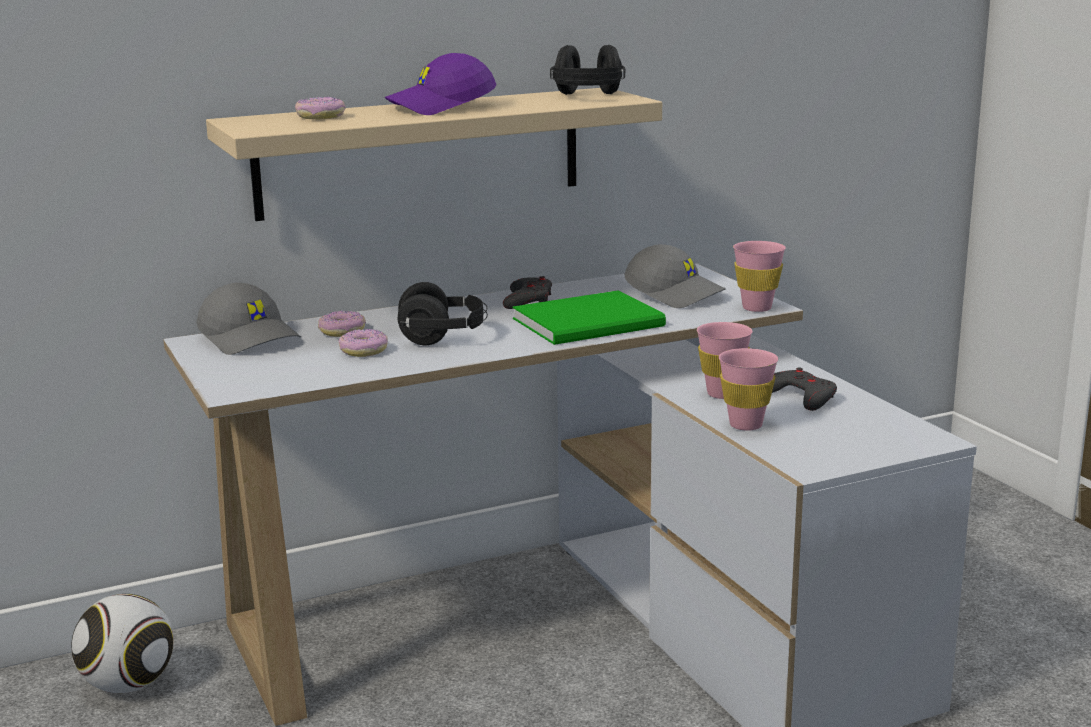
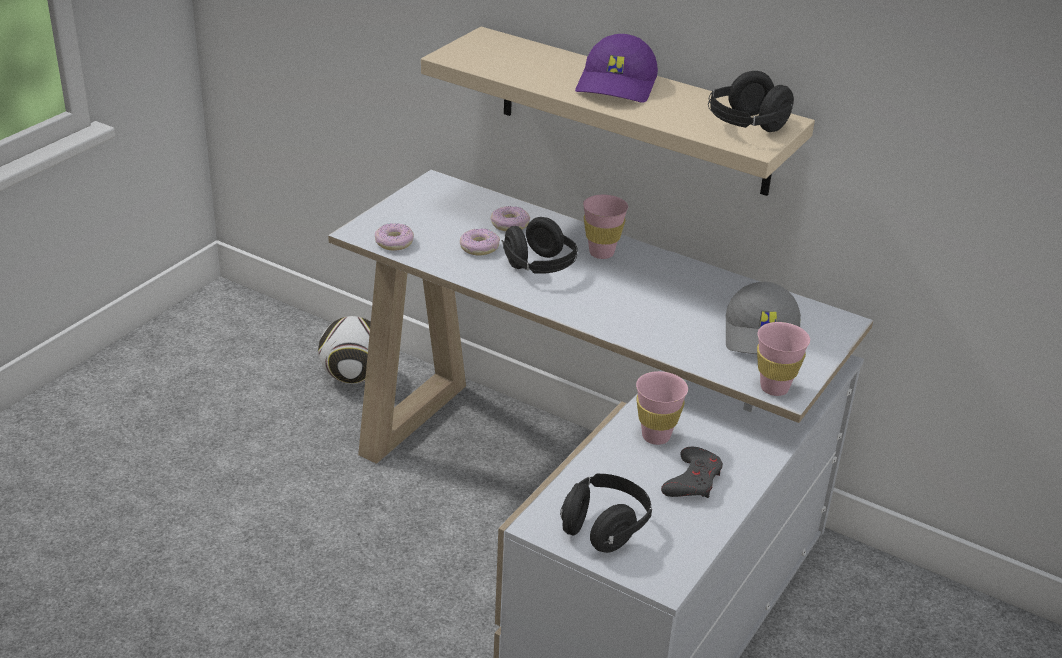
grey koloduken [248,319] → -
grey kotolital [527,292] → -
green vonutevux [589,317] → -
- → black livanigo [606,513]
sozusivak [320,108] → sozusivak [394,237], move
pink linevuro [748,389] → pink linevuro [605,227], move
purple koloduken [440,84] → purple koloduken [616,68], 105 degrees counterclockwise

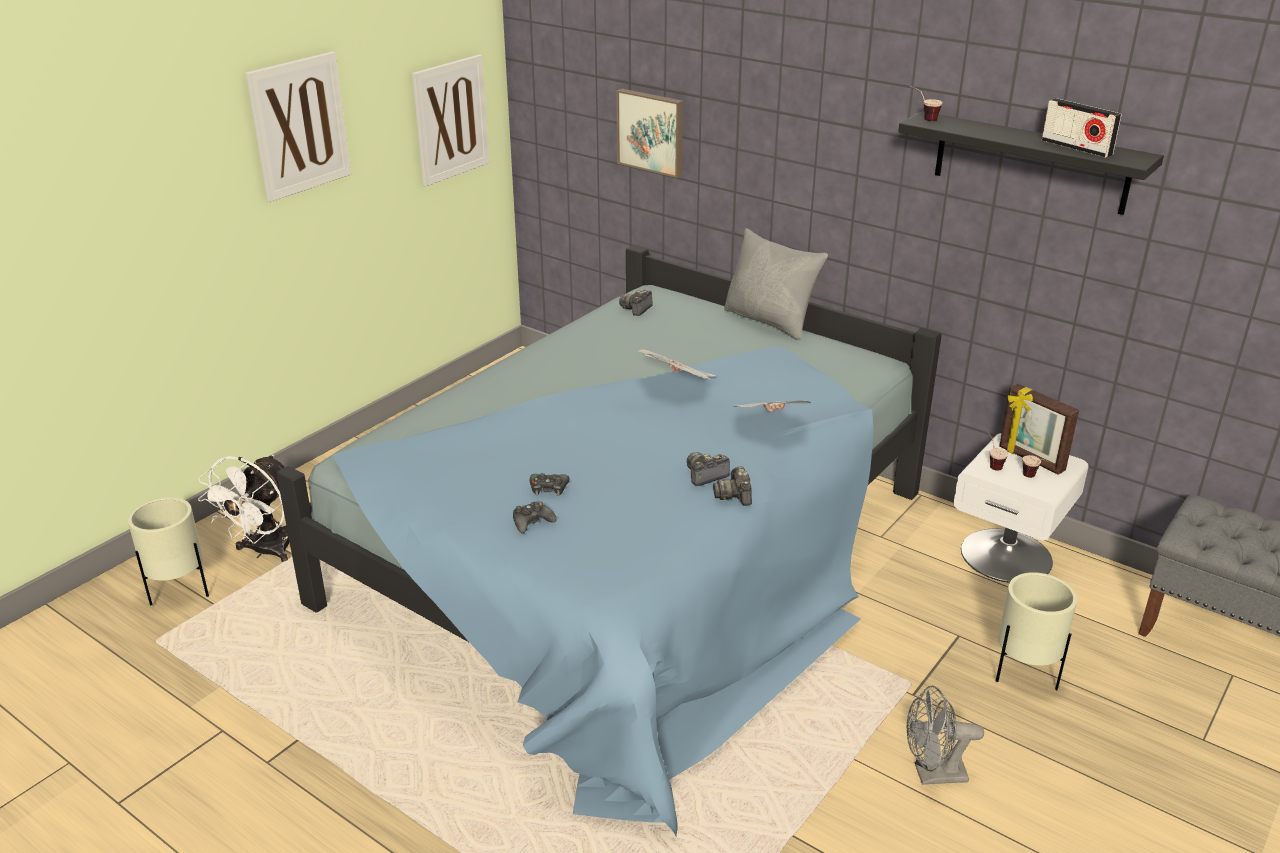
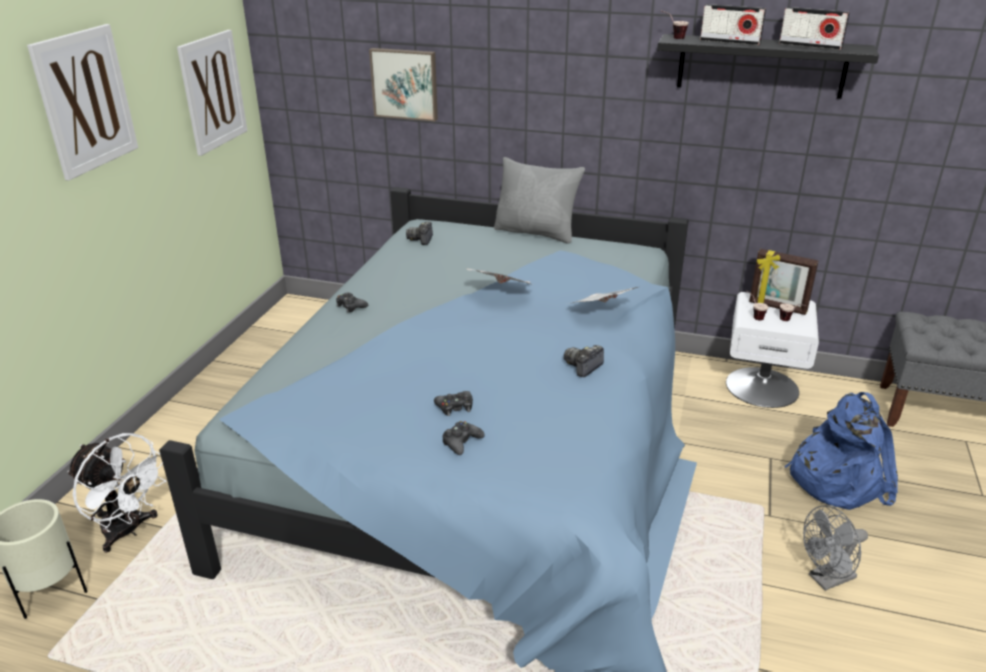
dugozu [732,486] → -
- → black kotolital [352,302]
- → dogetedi [733,24]
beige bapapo [1036,631] → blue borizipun [841,451]
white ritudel [243,508] → white ritudel [116,493], 60 degrees counterclockwise

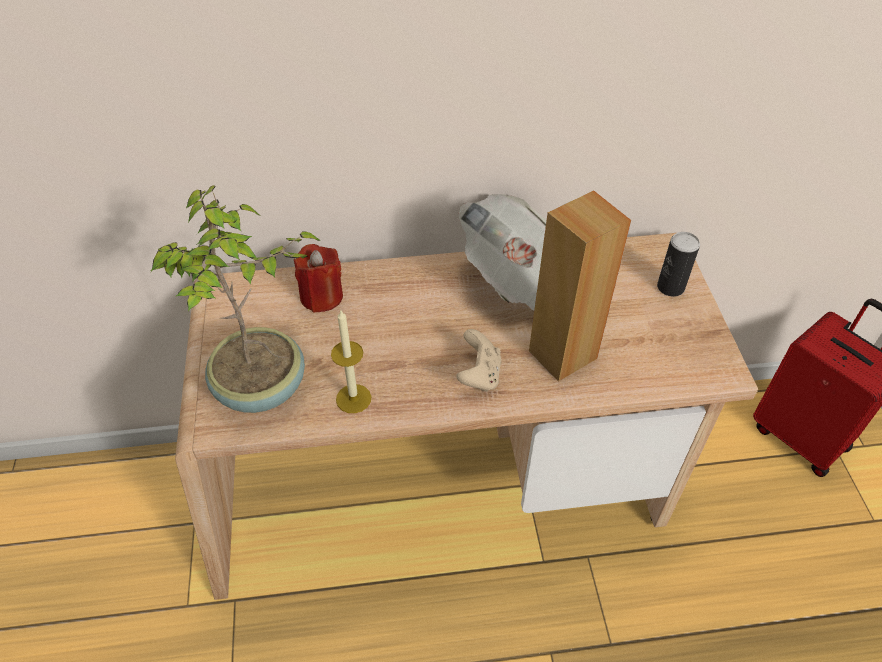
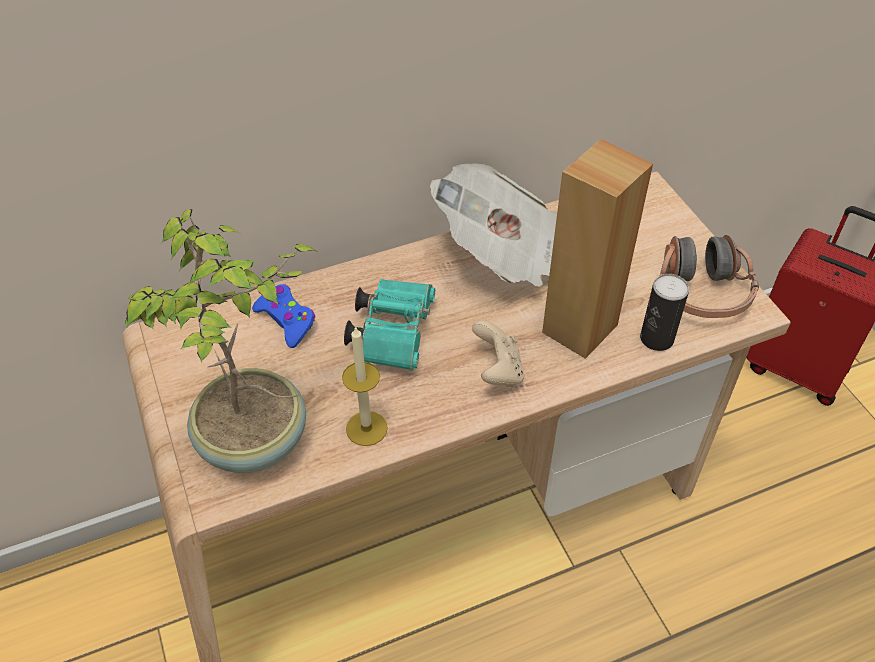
- → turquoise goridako [389,324]
- → livanigo [709,276]
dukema [678,264] → dukema [664,312], move
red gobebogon [318,278] → blue kotolital [283,316]

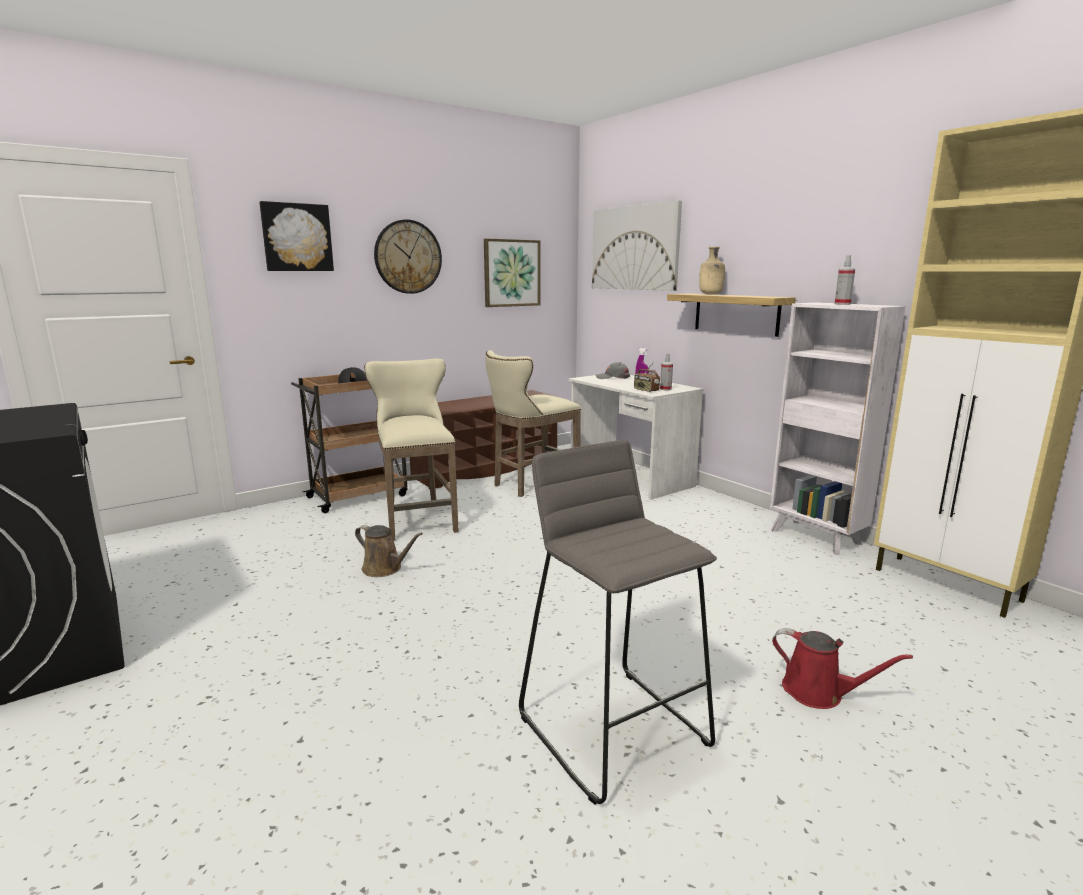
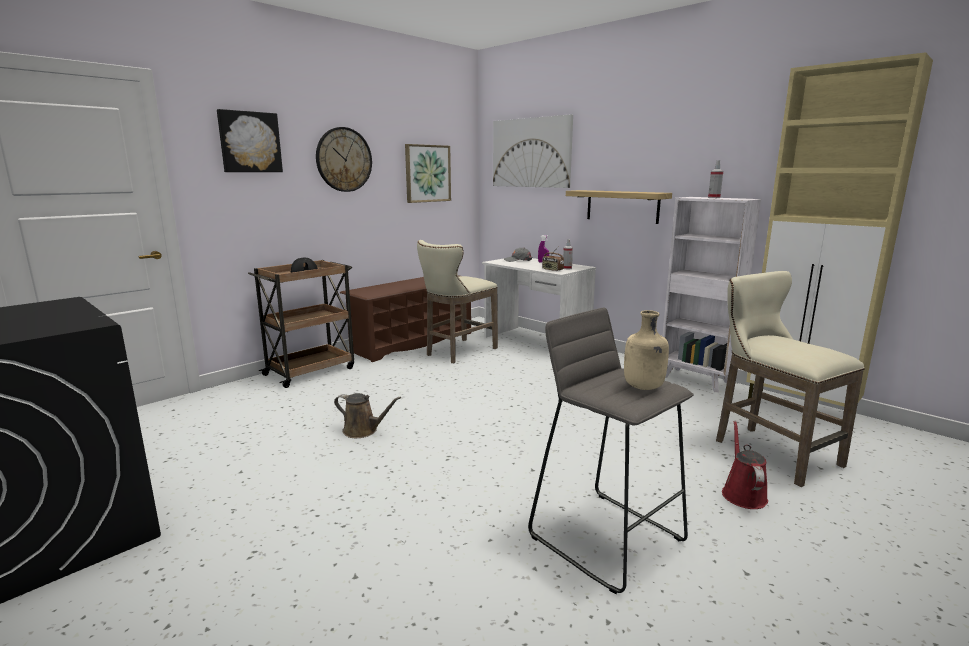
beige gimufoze [411,450] → beige gimufoze [790,379], move
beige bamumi [712,271] → beige bamumi [646,350], move
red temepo [842,668] → red temepo [745,465], 105 degrees counterclockwise

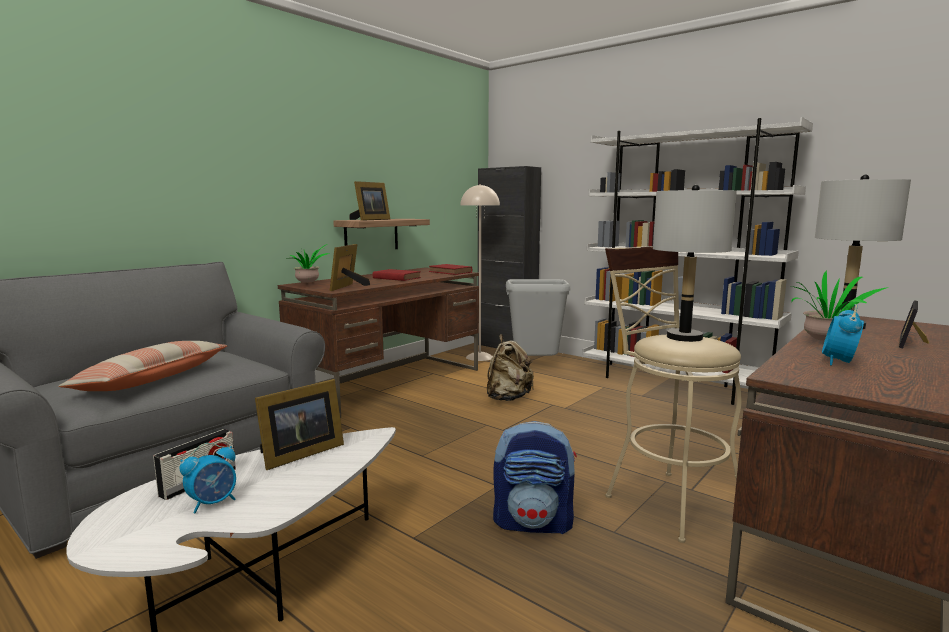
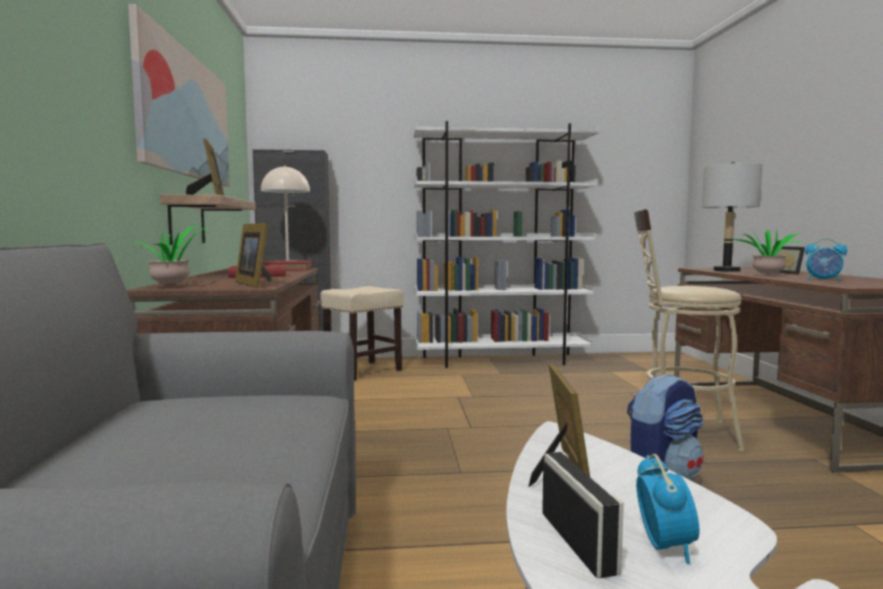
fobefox [143,366] → -
beige borizipun [510,367] → -
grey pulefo [695,263] → -
- → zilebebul [179,95]
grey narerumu [538,317] → beige gimufoze [362,333]
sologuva [843,334] → sologuva [826,259], 45 degrees counterclockwise

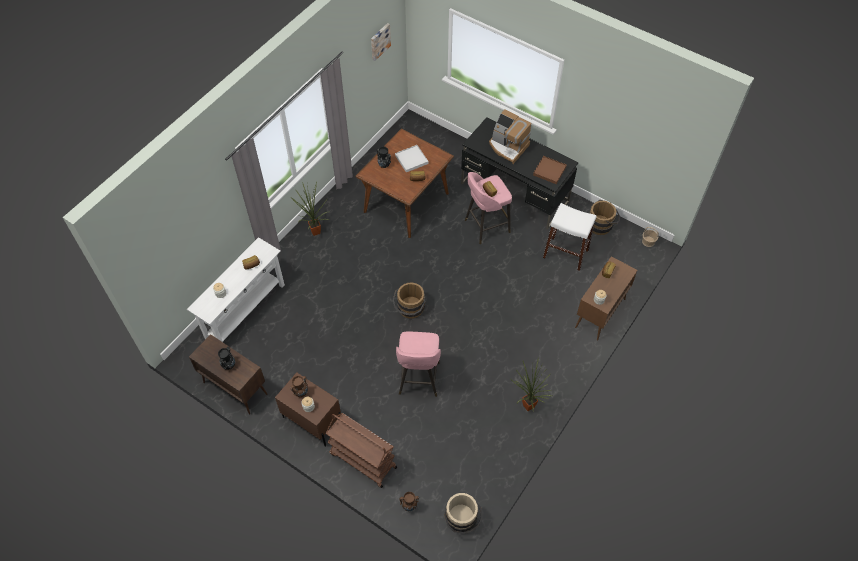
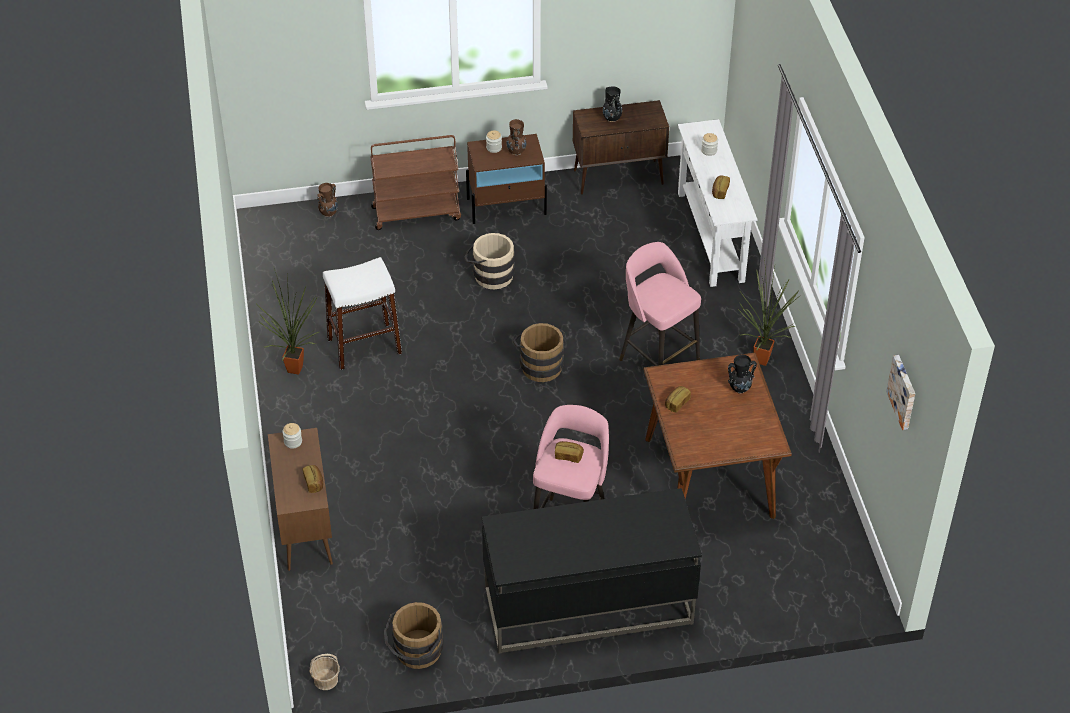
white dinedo [411,158] → -
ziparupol [510,137] → -
brown dinedo [550,170] → -
pink gimufoze [418,364] → pink gimufoze [660,304], move
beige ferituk [463,513] → beige ferituk [489,261], move
white gimufoze [570,237] → white gimufoze [362,313], move

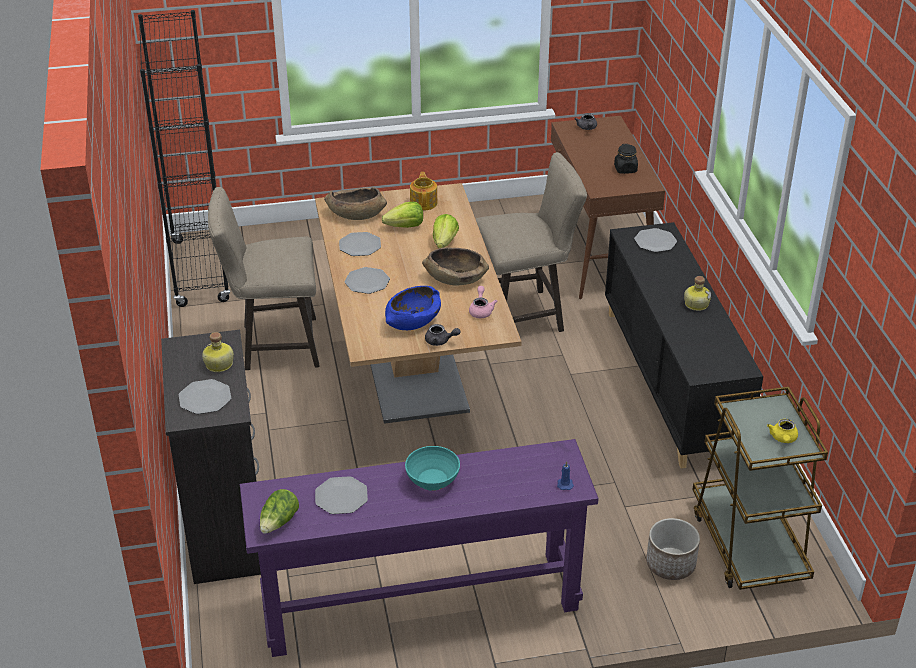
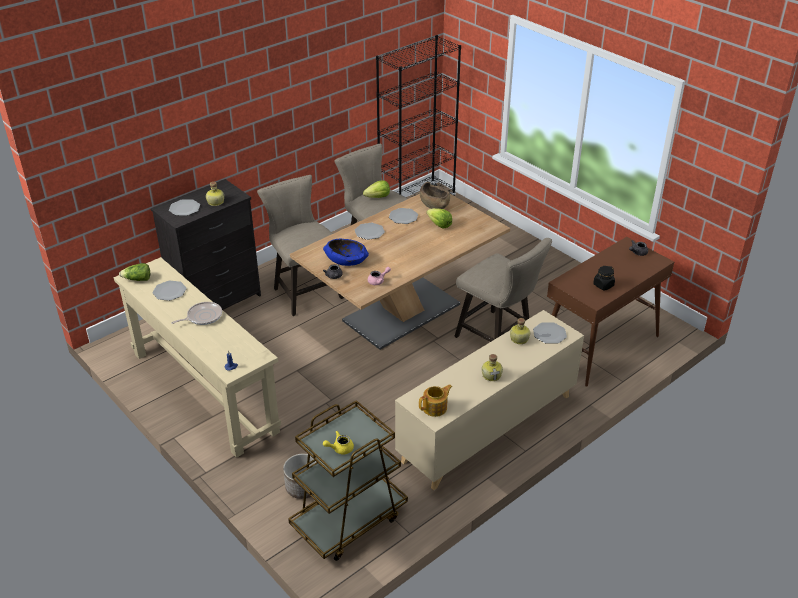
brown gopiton [455,266] → -
- → beige gimufoze [300,245]
- → bamumi [520,331]
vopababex [423,191] → vopababex [435,400], move
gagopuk [446,231] → gagopuk [376,189], move
turquoise gopiton [432,468] → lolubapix [196,313]
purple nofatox [419,548] → beige nofatox [197,357]
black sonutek [684,345] → beige sonutek [489,400]

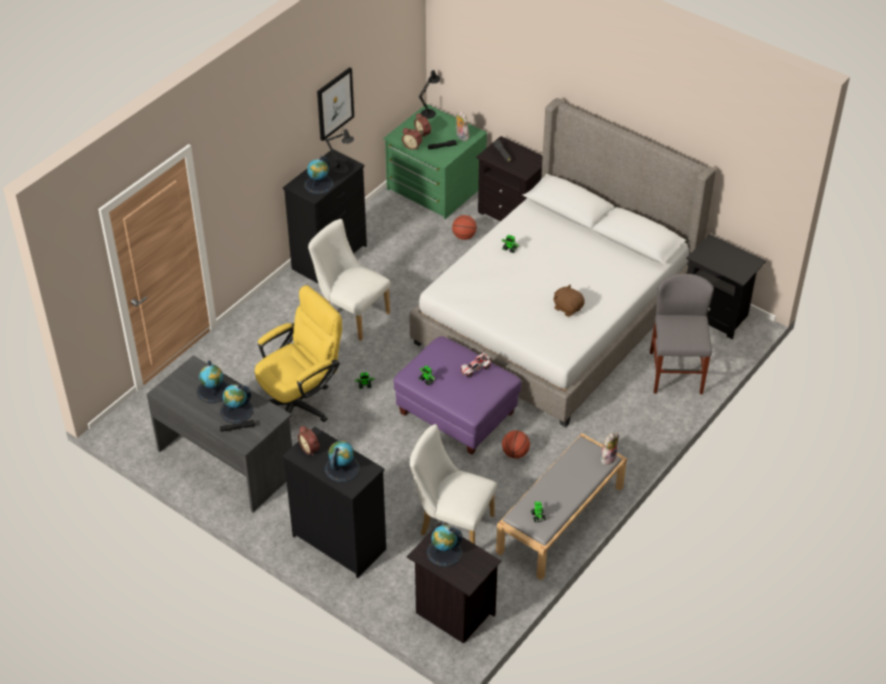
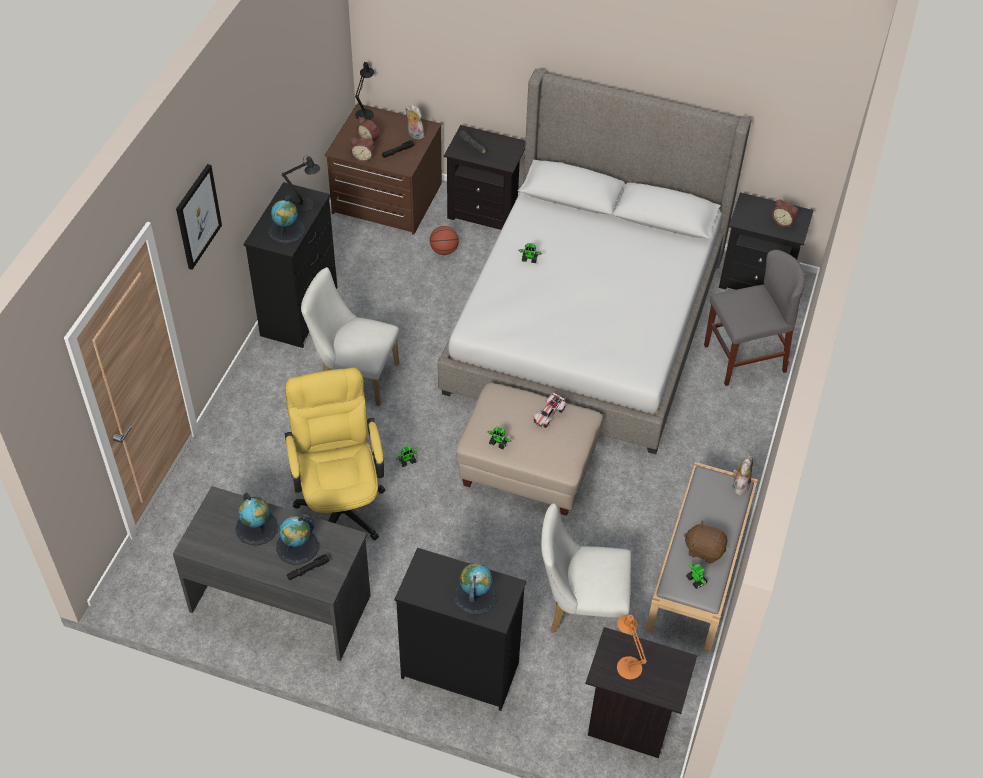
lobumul [516,444] → -
sologuva [309,441] → sologuva [785,213], move
zilebebul [335,104] → zilebebul [199,217], move
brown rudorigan [569,300] → brown rudorigan [706,541], move
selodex [444,546] → orange pulefo [632,647]
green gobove [435,161] → brown gobove [383,169]
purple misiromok [457,395] → beige misiromok [529,449]
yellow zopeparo [298,353] → yellow zopeparo [334,453], 45 degrees counterclockwise
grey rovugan [682,334] → grey rovugan [754,318], 90 degrees clockwise

